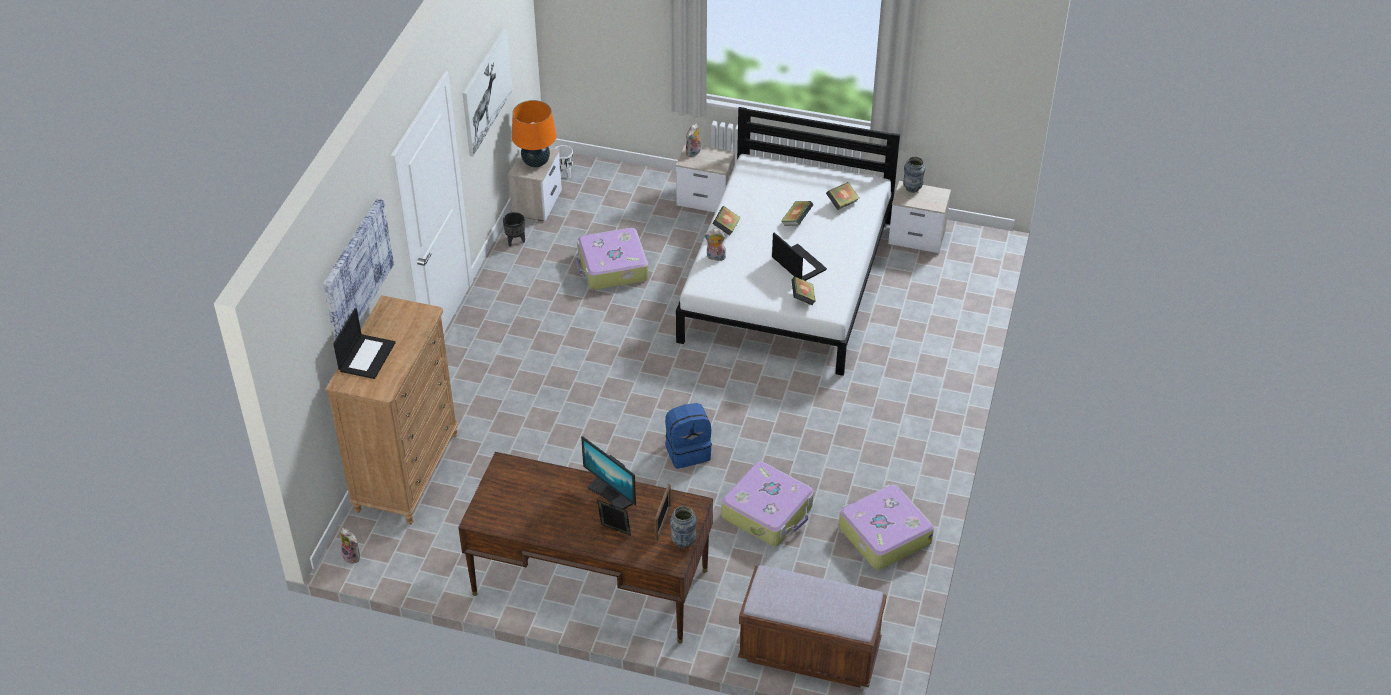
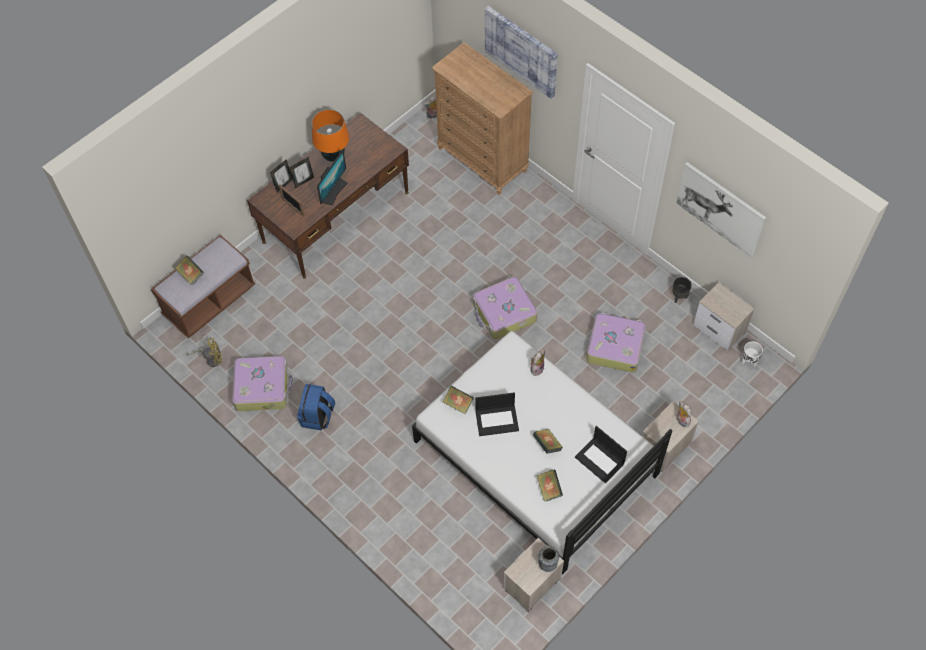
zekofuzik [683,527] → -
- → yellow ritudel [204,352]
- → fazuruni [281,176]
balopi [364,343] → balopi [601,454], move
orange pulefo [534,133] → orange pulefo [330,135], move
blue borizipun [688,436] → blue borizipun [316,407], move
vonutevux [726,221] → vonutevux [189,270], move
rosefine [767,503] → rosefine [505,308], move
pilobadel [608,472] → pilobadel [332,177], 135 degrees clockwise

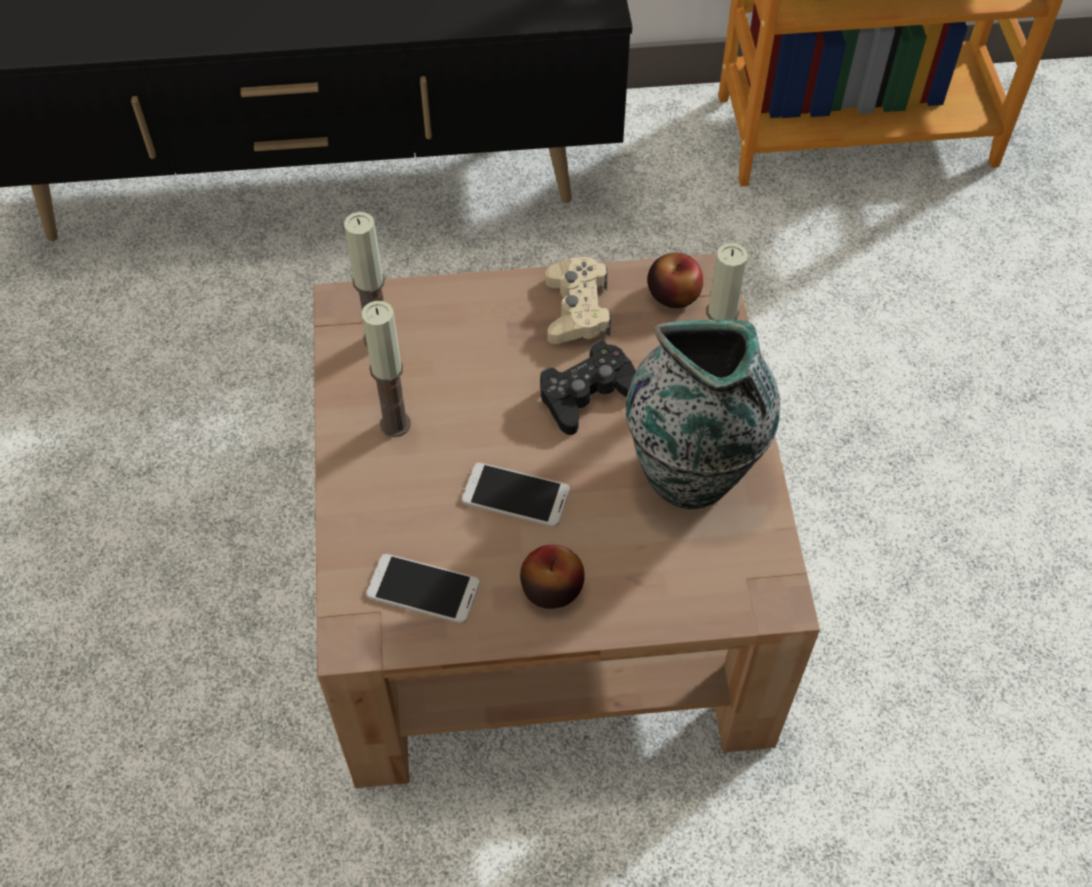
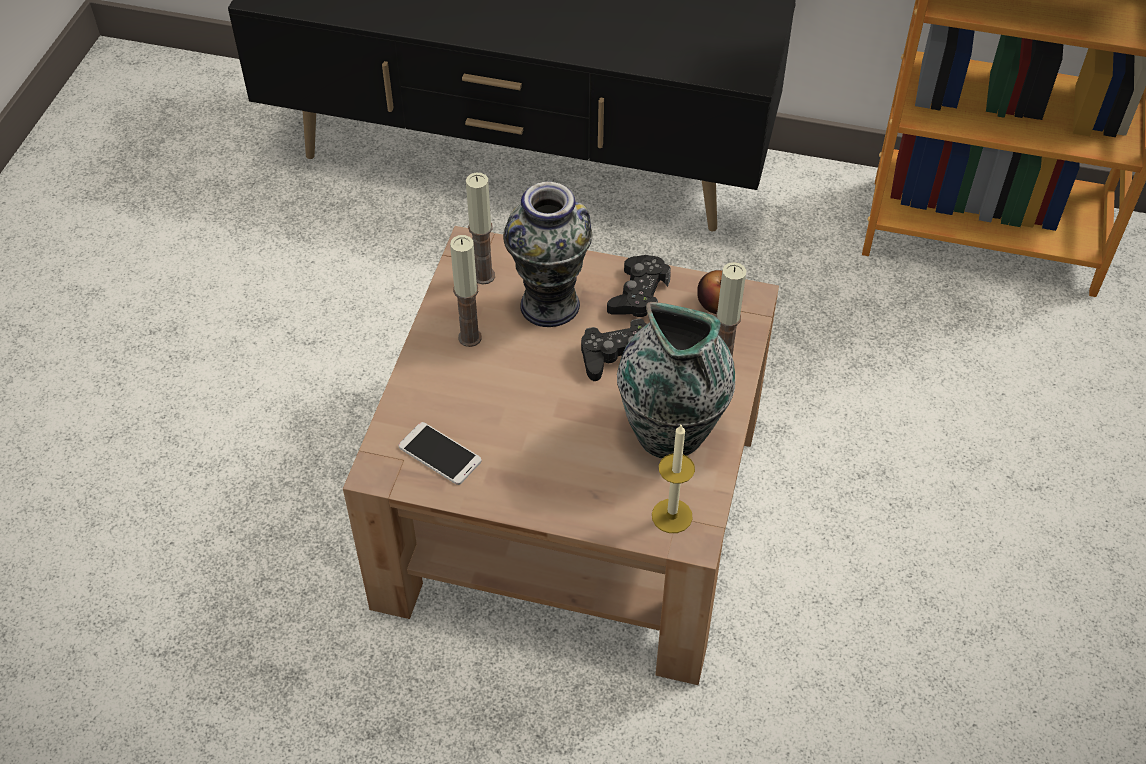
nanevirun [515,495] → -
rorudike [552,577] → -
- → zekofuzik [547,254]
- → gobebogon [673,479]
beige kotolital [578,300] → black kotolital [639,286]

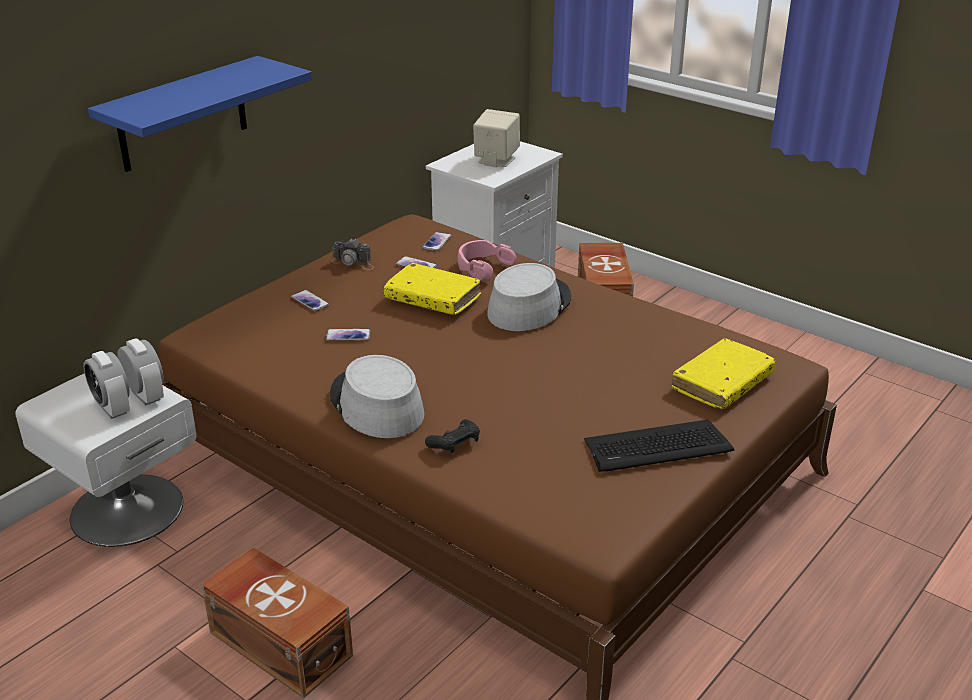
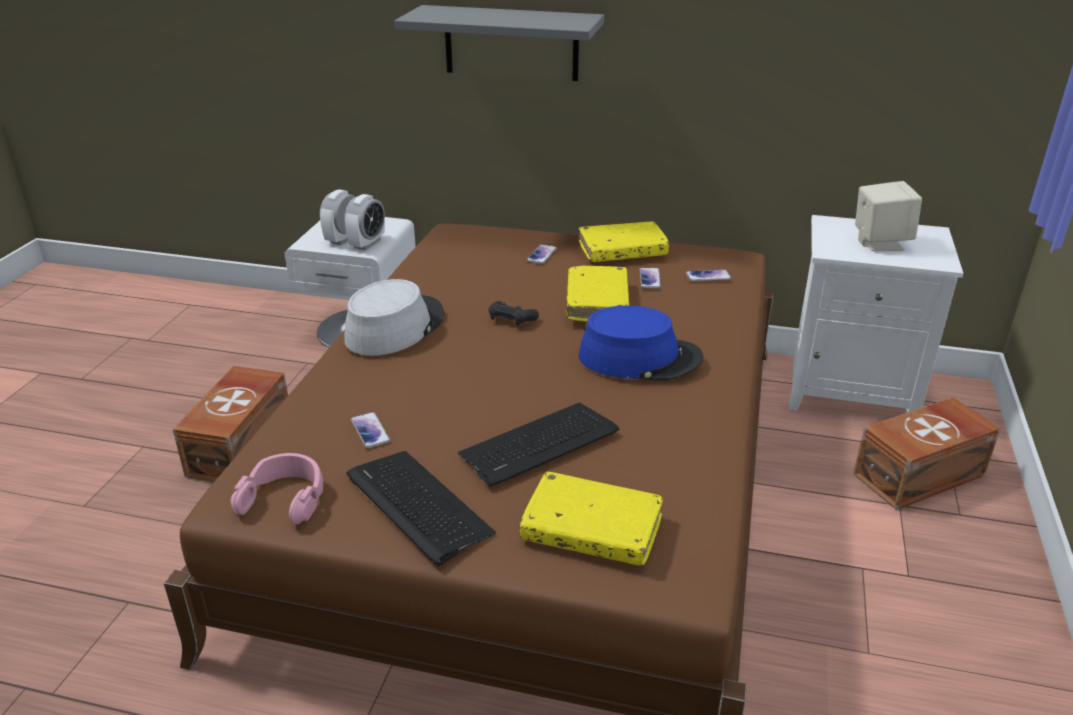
- → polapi [538,445]
nanevirun [348,335] → nanevirun [370,430], move
black kotolital [452,436] → black kotolital [514,313], move
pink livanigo [487,260] → pink livanigo [276,488], move
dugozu [352,254] → yellow vonutevux [624,242]
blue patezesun [200,114] → grey patezesun [499,43]
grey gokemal [529,297] → blue gokemal [641,342]

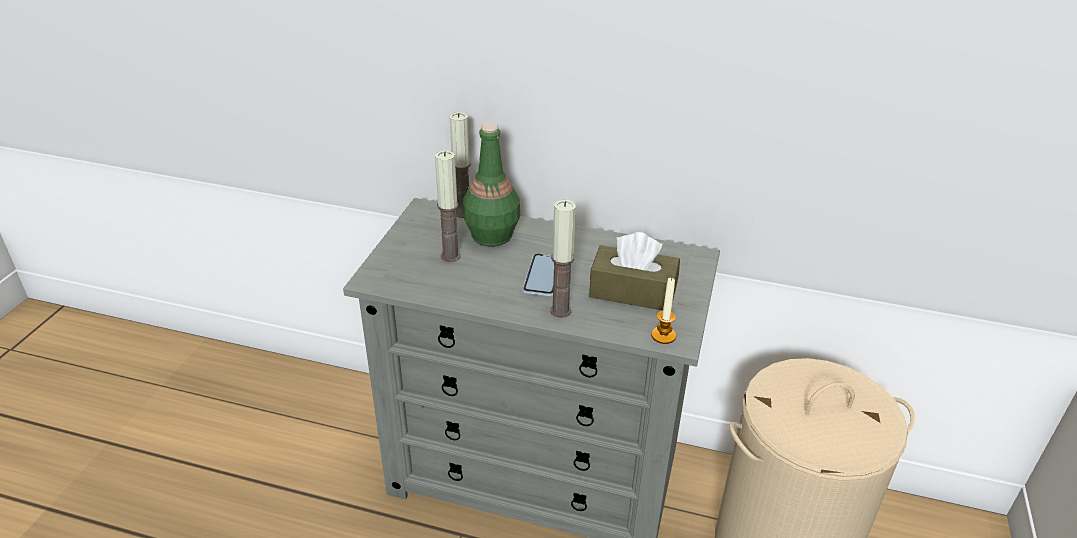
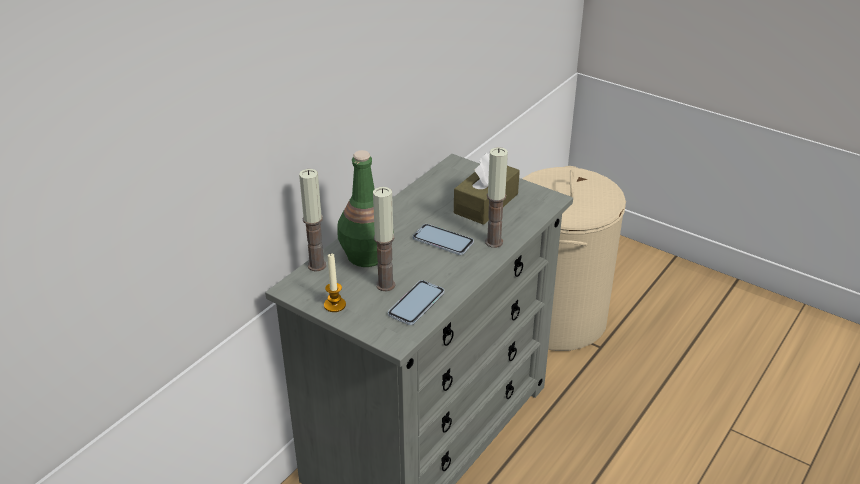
- → nanevirun [416,302]
gobebogon [663,310] → gobebogon [335,283], move

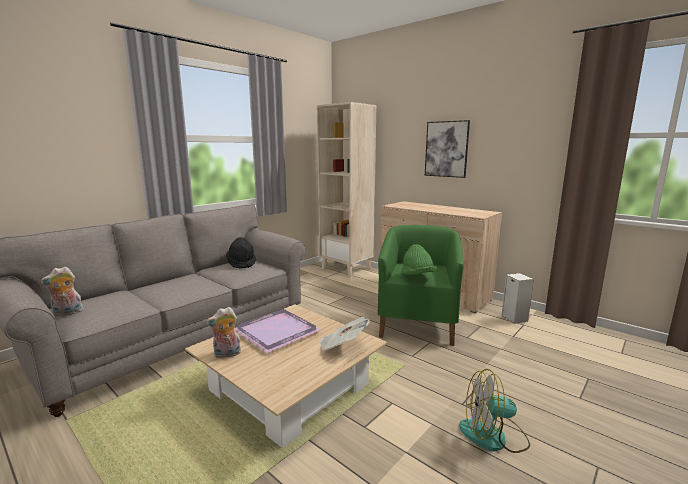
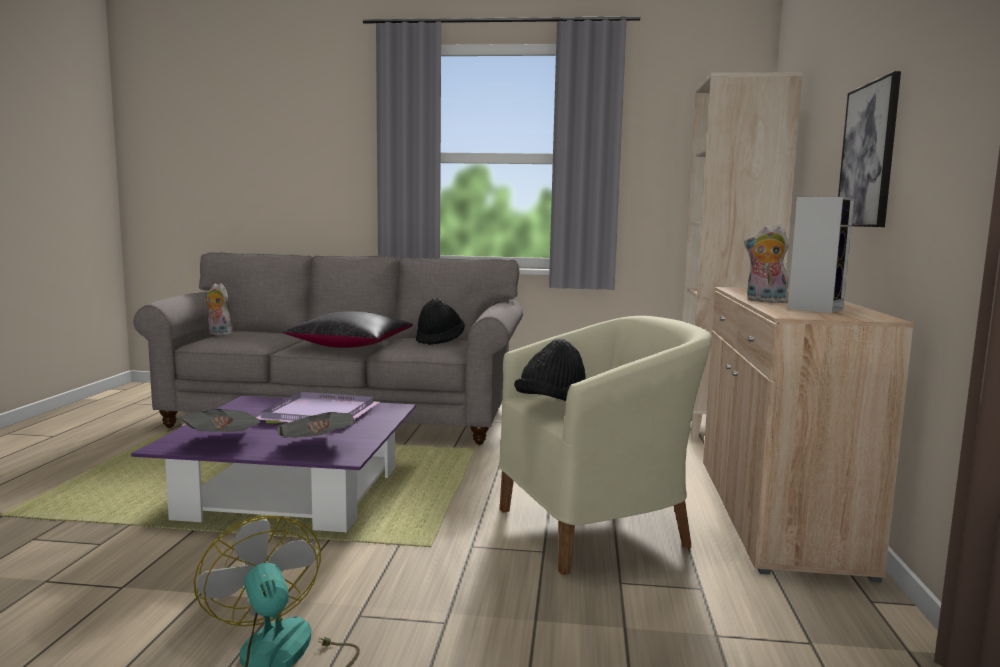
- → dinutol [218,420]
- → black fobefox [348,329]
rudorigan [223,333] → rudorigan [766,264], move
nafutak [518,298] → nafutak [821,255], move
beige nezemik [286,376] → purple nezemik [273,464]
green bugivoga [420,285] → beige bugivoga [605,445]
green gokemal [419,259] → black gokemal [550,370]

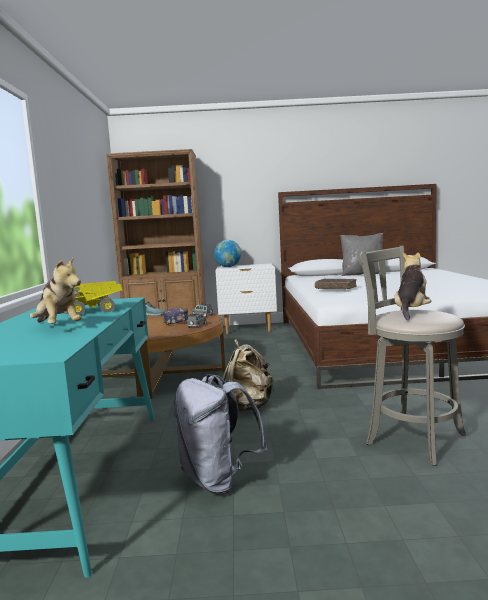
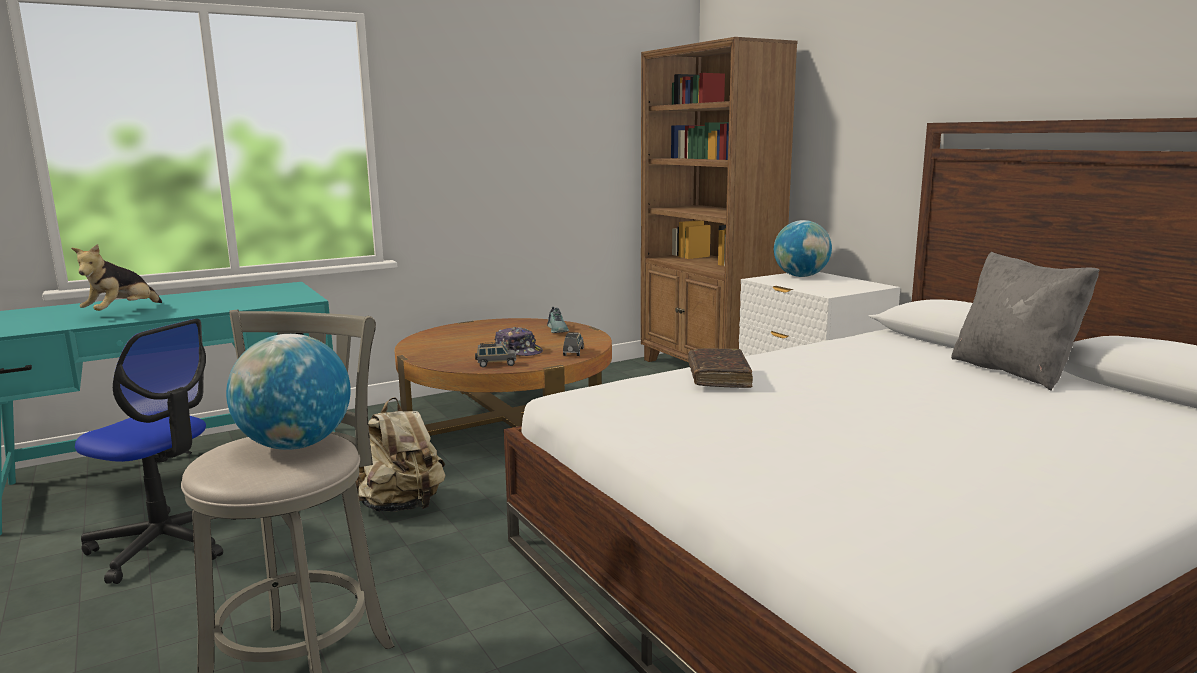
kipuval [98,298] → -
grey borizipun [221,434] → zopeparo [155,451]
rudorigan [412,286] → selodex [288,392]

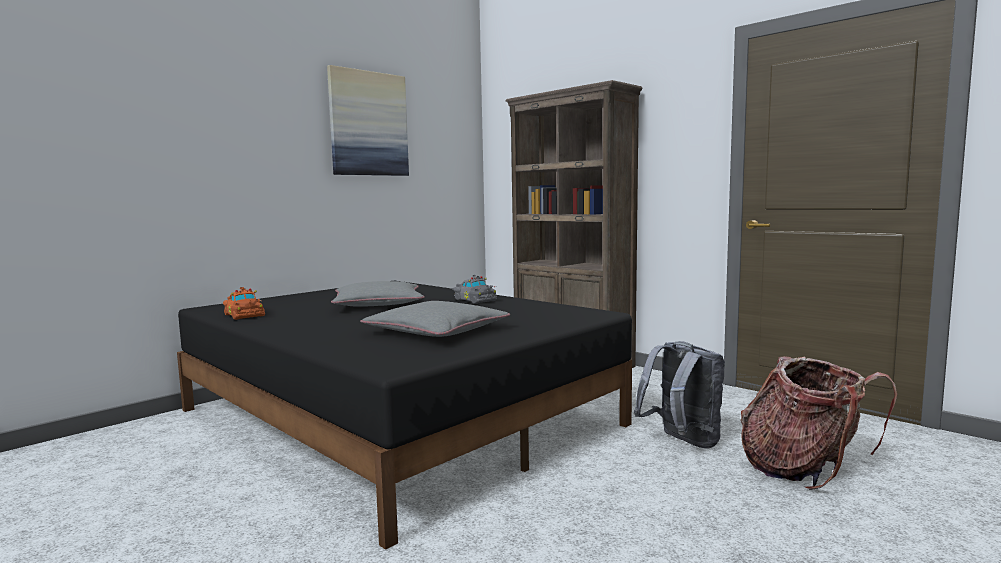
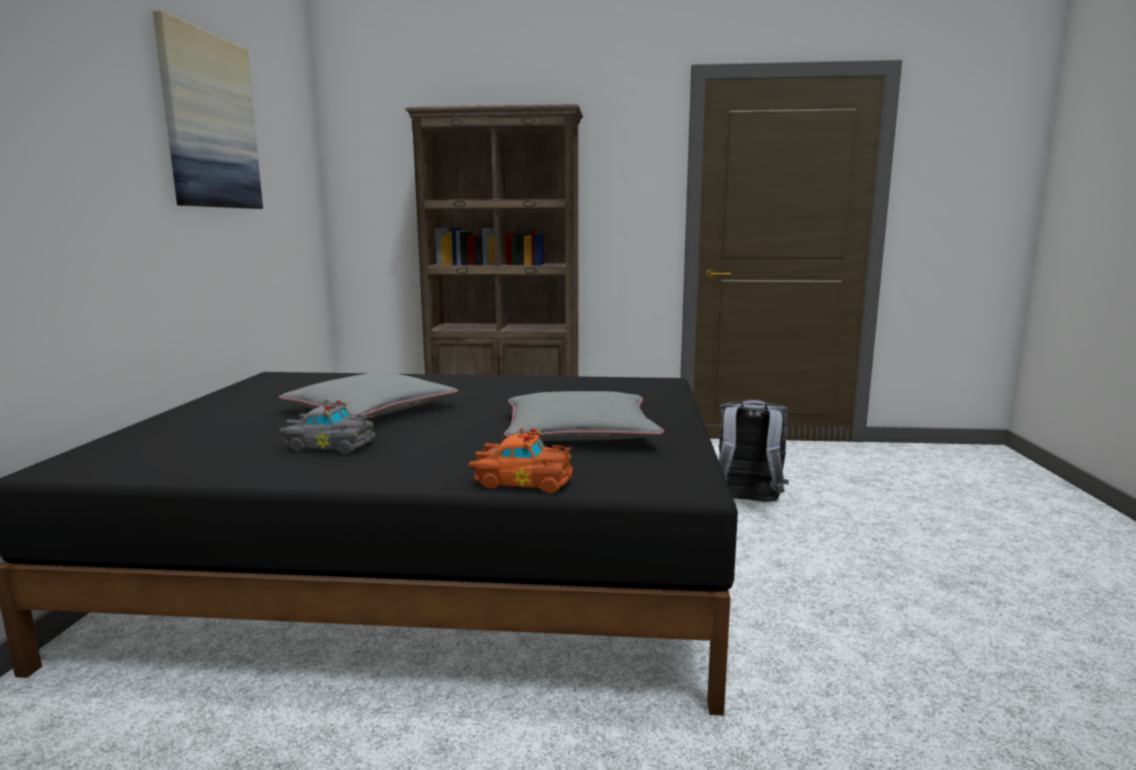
borizipun [818,423] → -
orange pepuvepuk [244,303] → orange pepuvepuk [521,460], move
grey pepuvepuk [474,289] → grey pepuvepuk [327,427], move

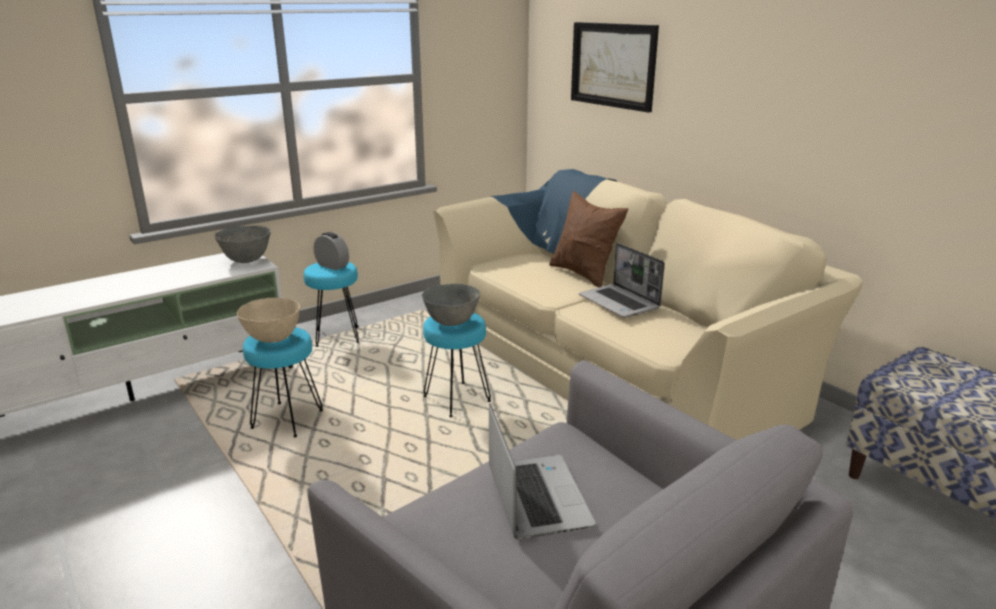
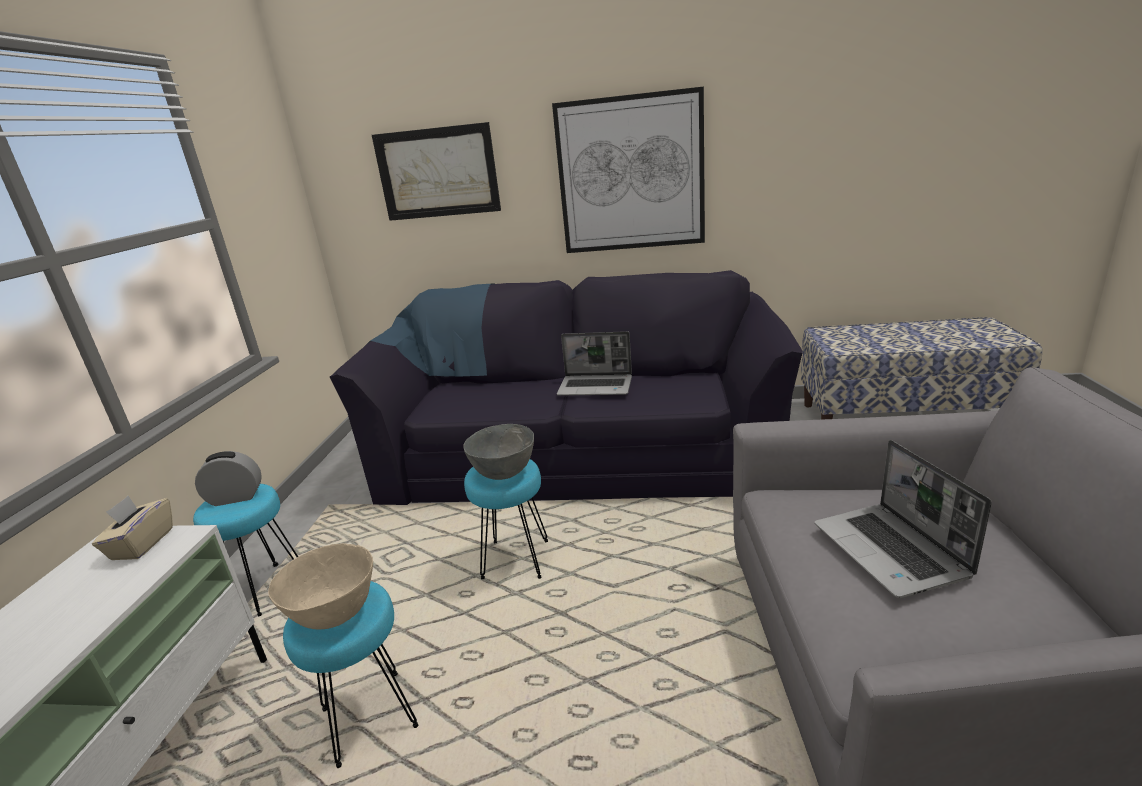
brown fobefox [588,239] → -
- → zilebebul [628,169]
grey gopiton [242,244] → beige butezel [132,528]
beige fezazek [648,304] → black fezazek [566,387]
balopi [542,472] → balopi [903,519], 135 degrees counterclockwise

